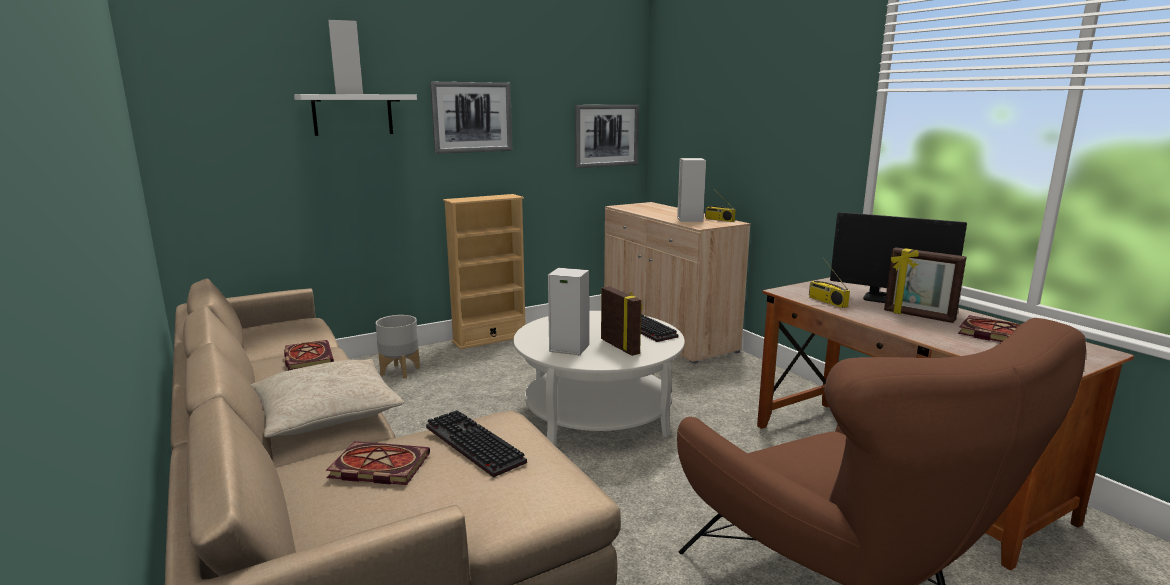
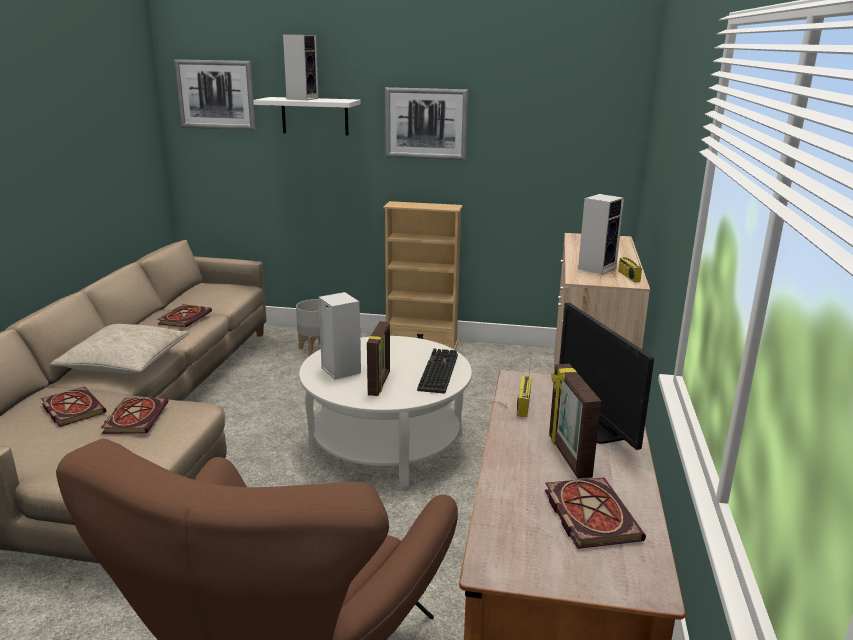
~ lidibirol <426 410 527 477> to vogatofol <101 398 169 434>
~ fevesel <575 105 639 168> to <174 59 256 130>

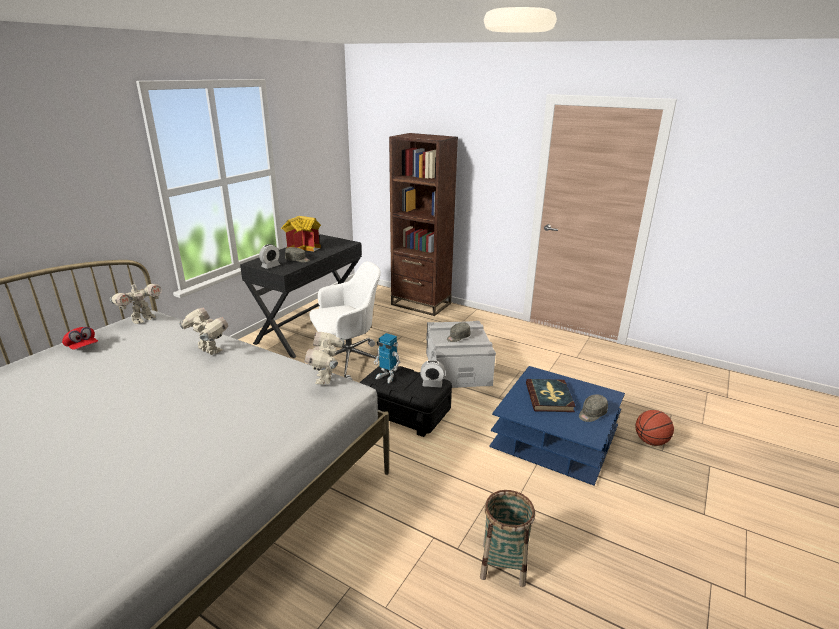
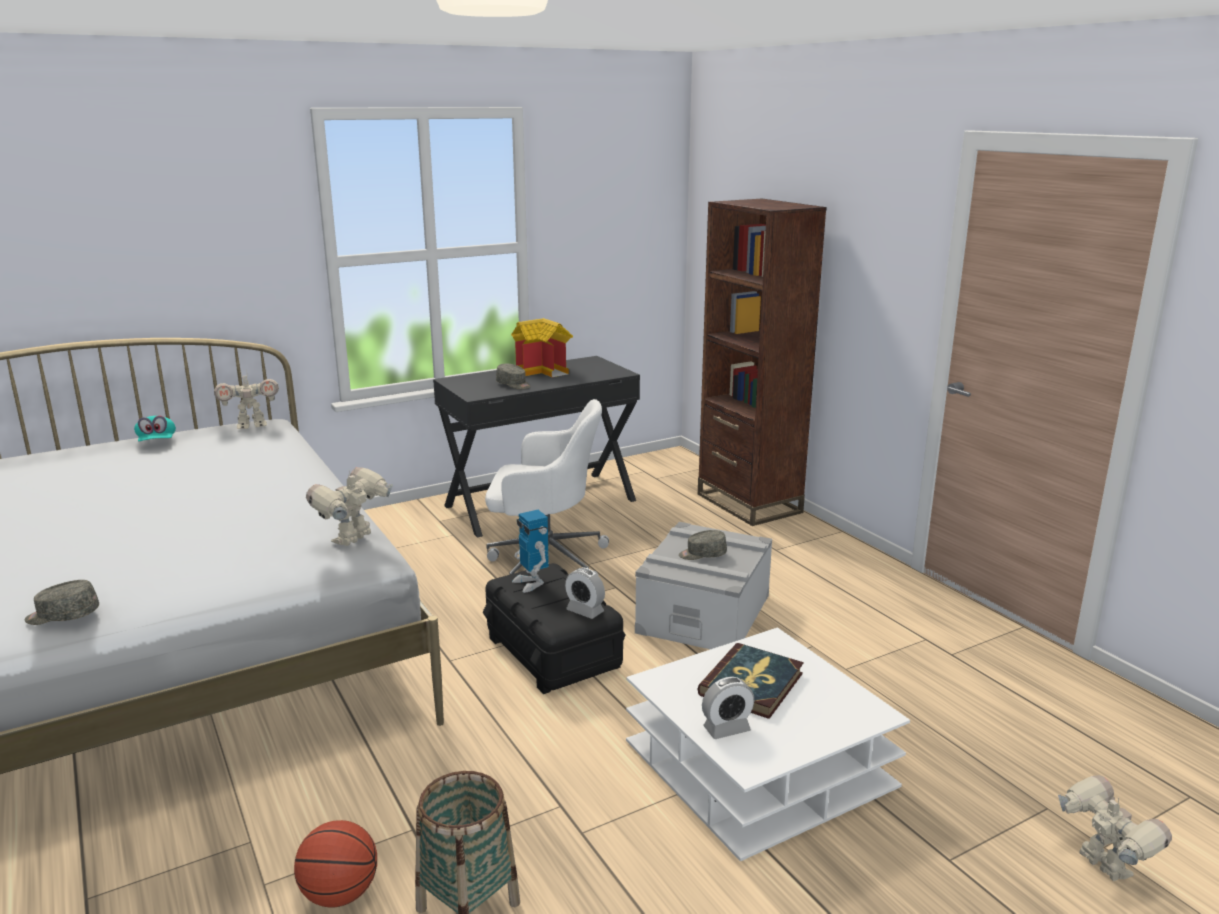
~ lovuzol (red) <62 327 98 350> to lovuzol (turquoise) <134 416 176 441>
~ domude <179 308 228 355> to <1058 775 1172 881>
~ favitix <259 244 280 269> to <702 677 754 739>
~ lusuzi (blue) <489 366 625 486> to lusuzi (white) <626 627 910 862>
~ lovuzol (grey) <579 394 608 422> to <25 580 99 625>
~ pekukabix <635 410 674 446> to <294 820 377 908>

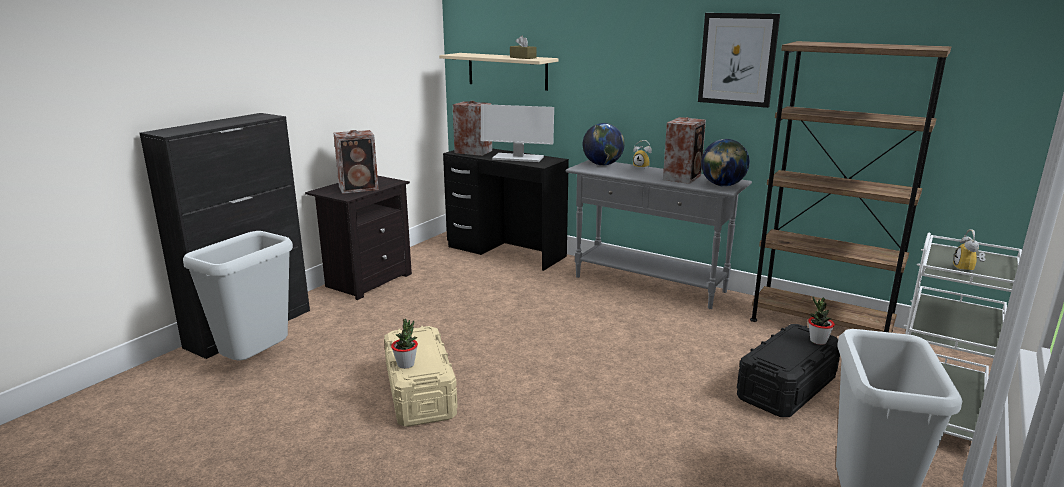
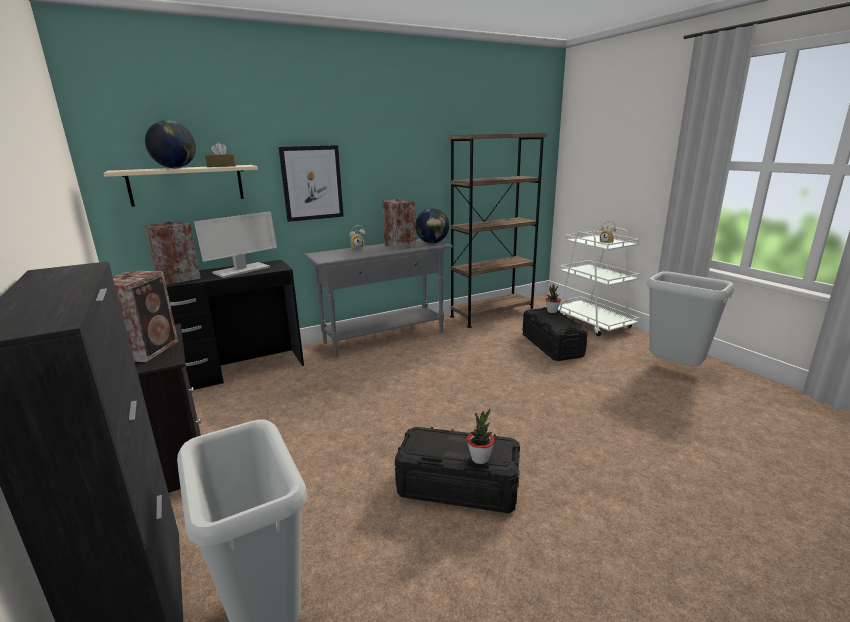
~ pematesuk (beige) <384 326 458 427> to pematesuk (black) <395 427 520 513>
~ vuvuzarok <583 123 625 166> to <145 120 196 168>
~ fevesel <698 13 780 108> to <279 145 344 222>

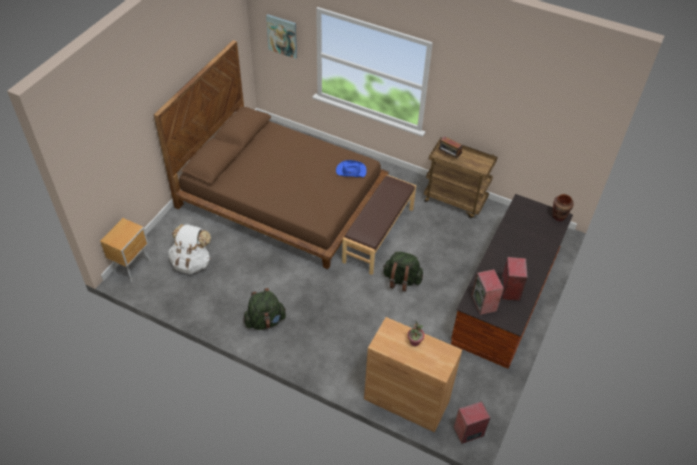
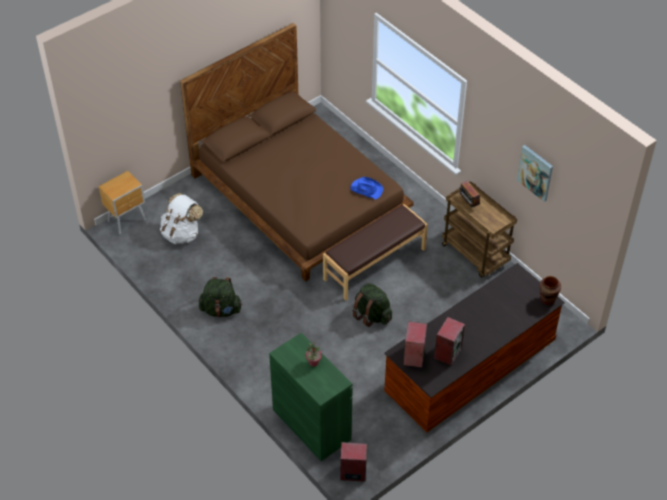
~ fevesel <266 14 297 59> to <517 145 553 202>
~ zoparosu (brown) <364 317 462 433> to zoparosu (green) <269 333 353 461>

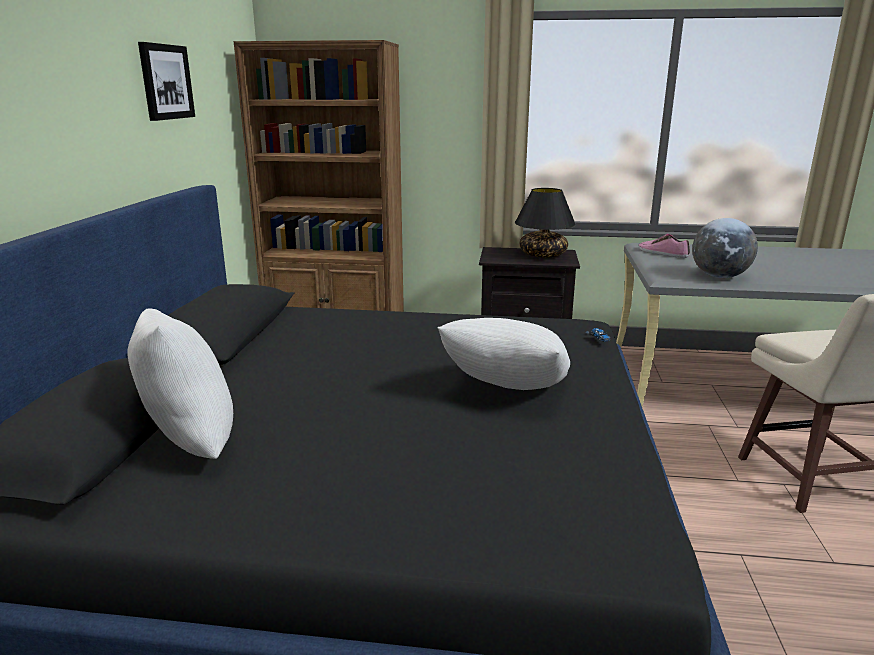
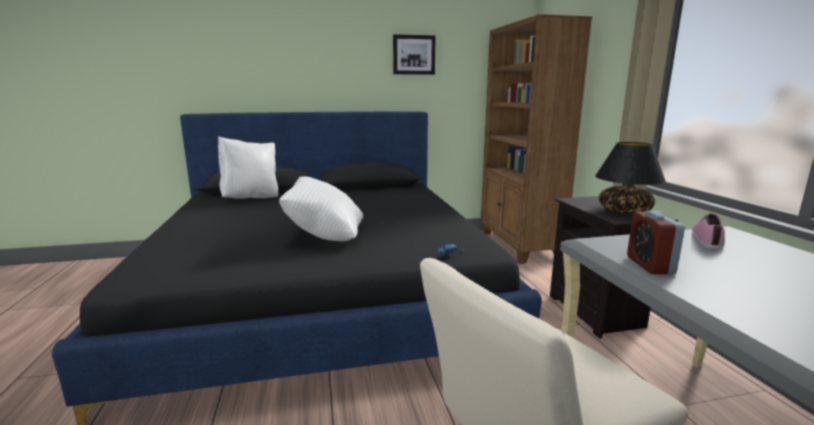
~ vuvuzarok <692 218 758 278> to favitix <627 211 685 274>

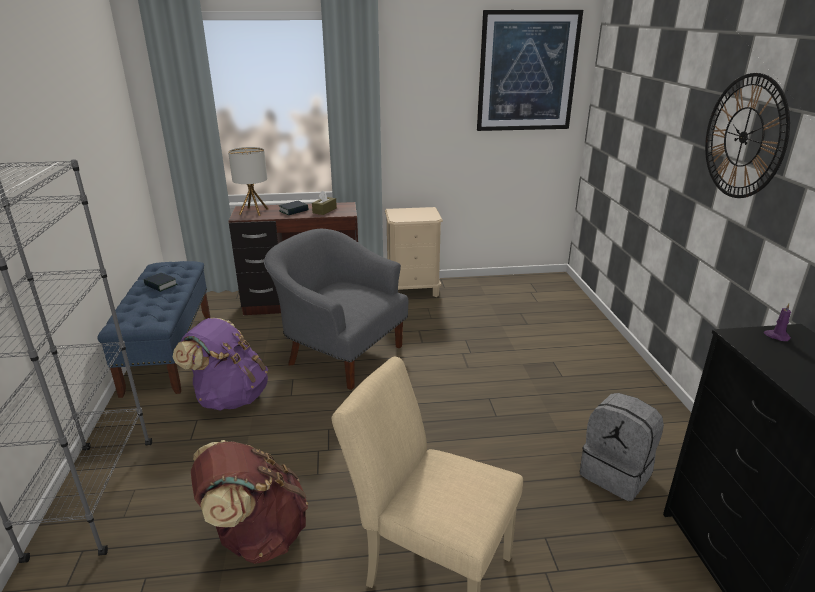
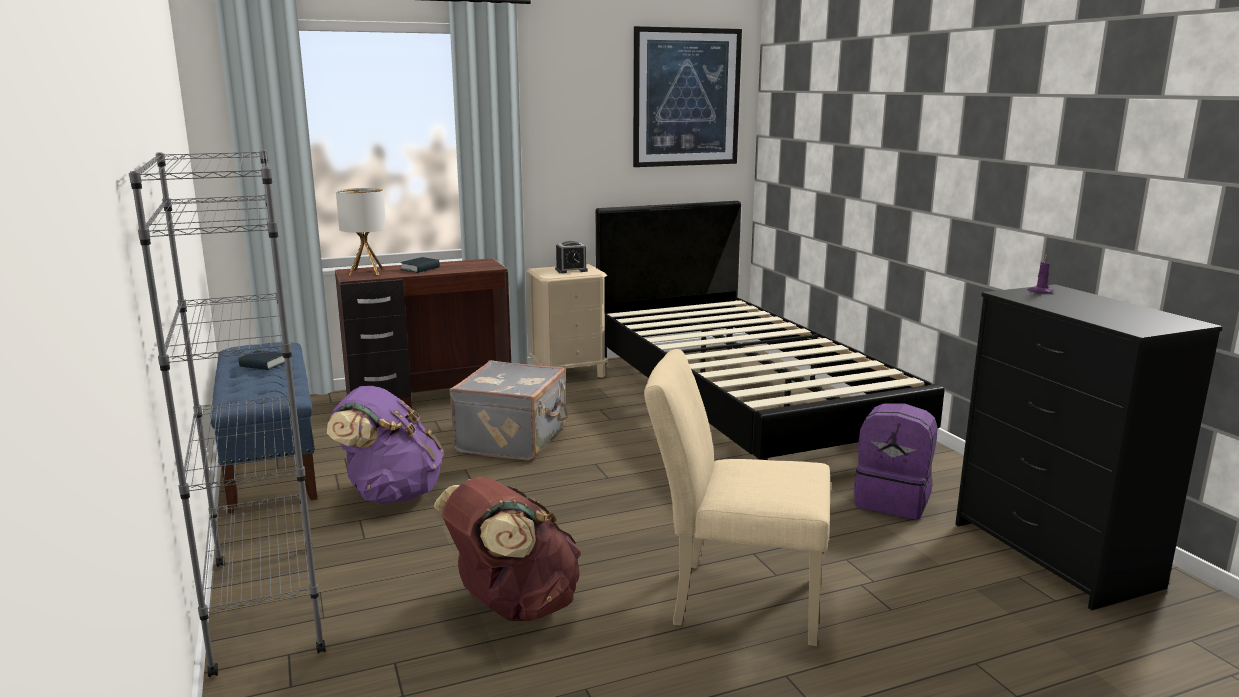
~ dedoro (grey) <264 229 408 390> to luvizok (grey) <449 360 567 461>
- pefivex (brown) <312 190 337 215>
~ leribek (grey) <580 393 664 501> to leribek (purple) <854 403 938 519>
- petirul <705 73 790 198>
+ favitix <555 241 588 273>
+ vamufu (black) <596 201 945 460>

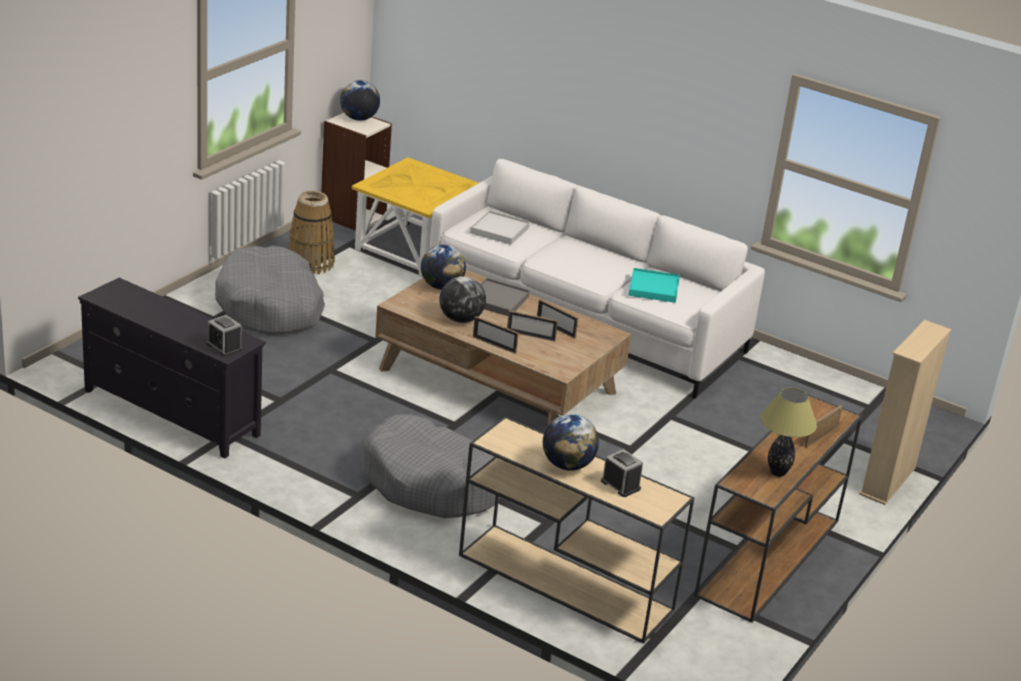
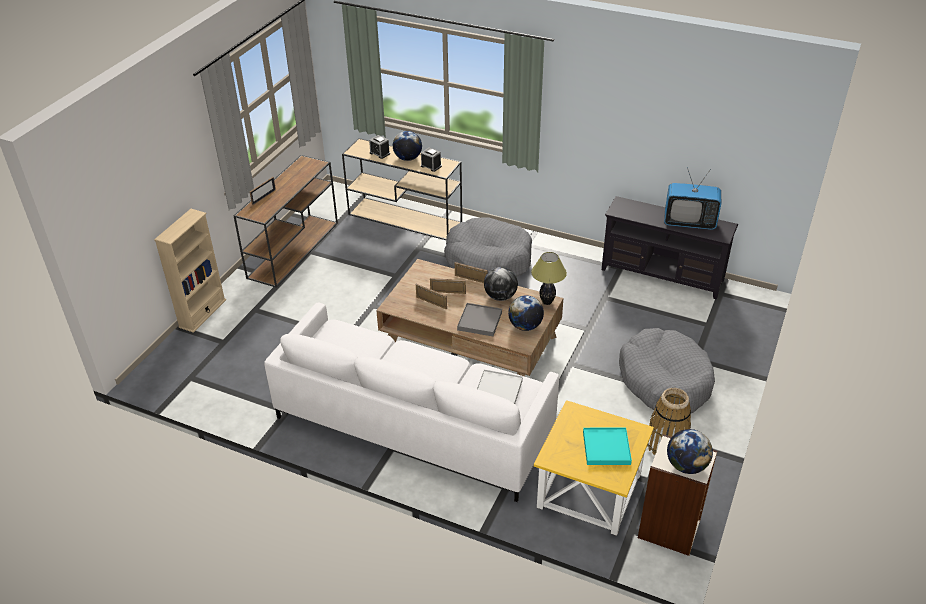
~ favitix <207 315 242 357> to <421 148 442 172>
~ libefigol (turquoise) <628 268 680 303> to <583 427 632 465>
~ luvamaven <760 388 817 477> to <531 252 567 305>
+ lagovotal <664 167 721 230>

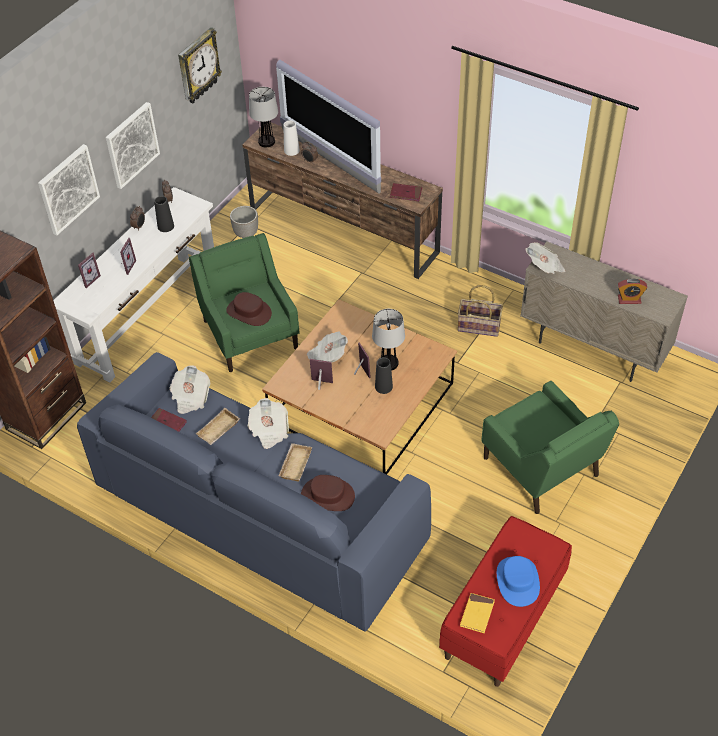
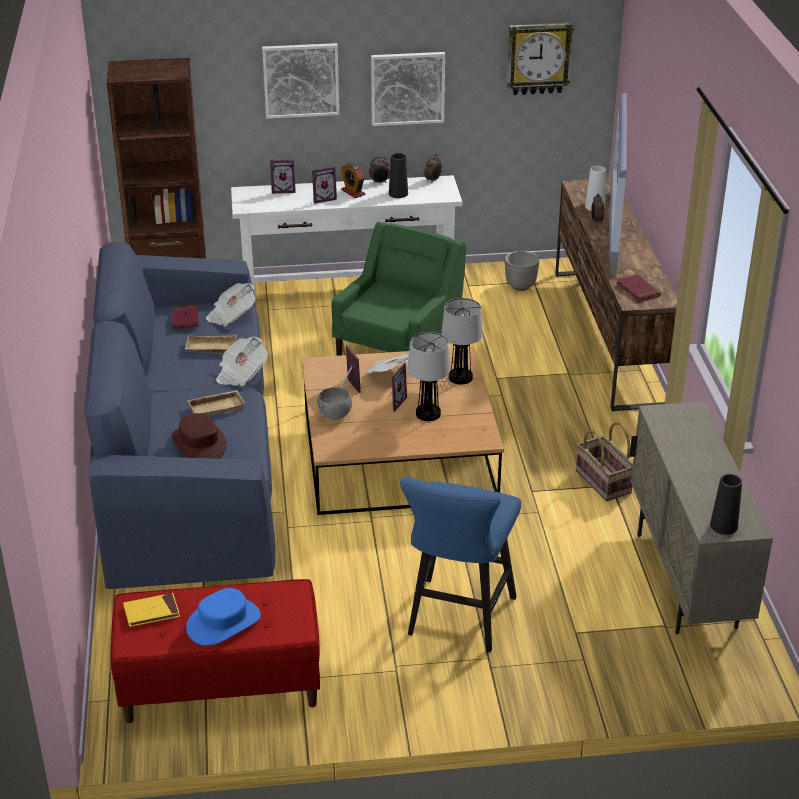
- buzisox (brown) <226 292 272 326>
~ luvamaven <249 87 278 147> to <441 298 483 385>
~ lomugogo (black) <375 357 393 394> to <710 474 742 535>
~ dedoro (green) <481 381 619 514> to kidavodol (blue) <400 476 521 652>
- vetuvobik <525 242 565 274>
~ favitix <618 279 647 304> to <341 163 365 198>
+ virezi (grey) <317 387 352 420>

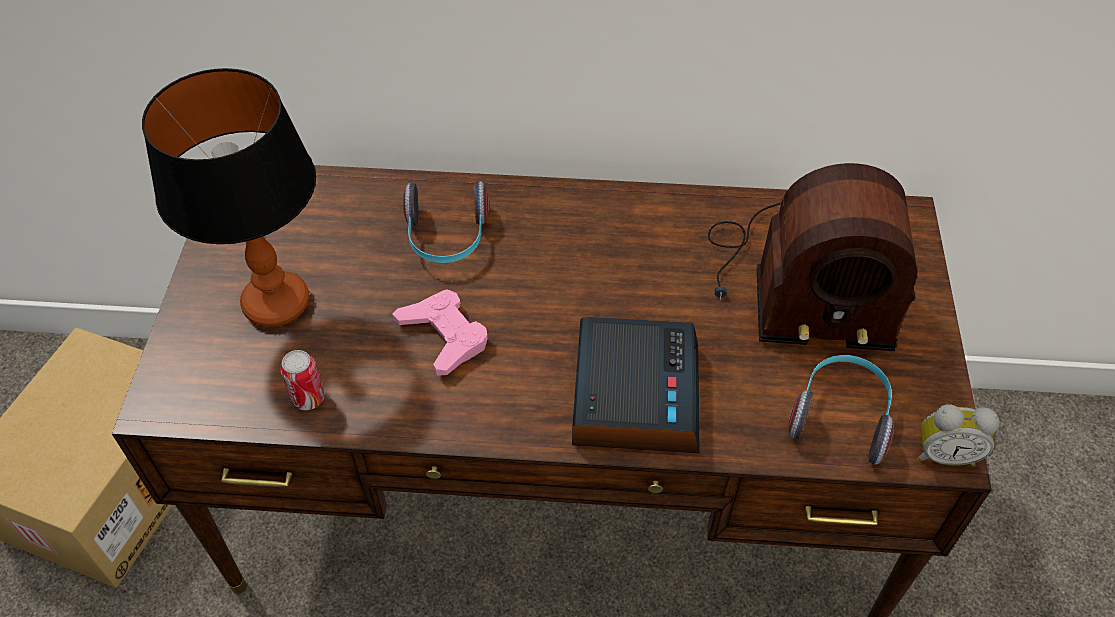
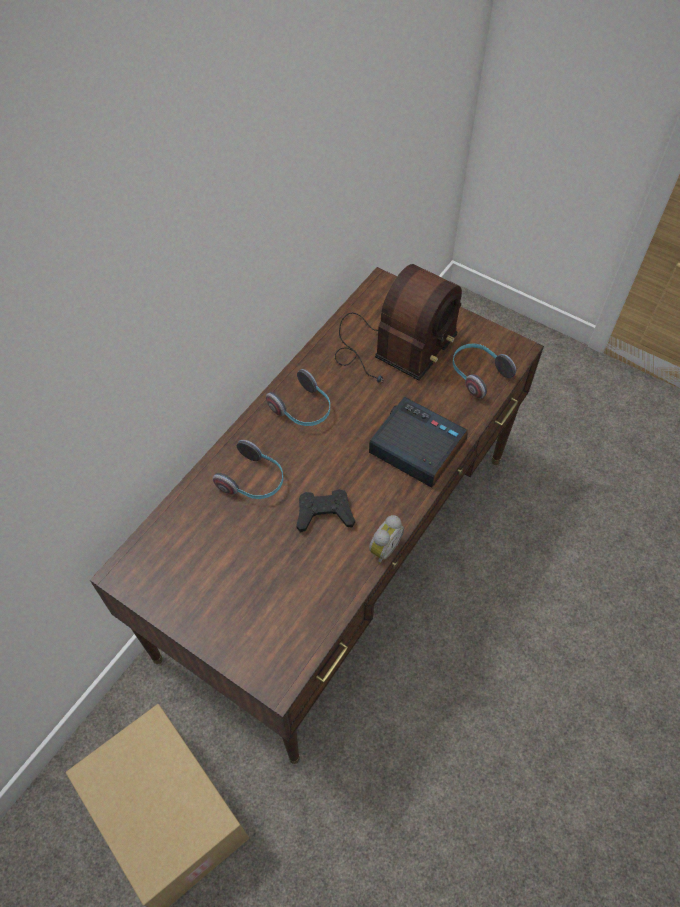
- luvamaven <142 68 316 327>
- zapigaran <280 350 325 410>
~ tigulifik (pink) <392 289 488 376> to tigulifik (black) <296 489 355 532>
~ favitix <917 404 999 467> to <369 515 404 564>
+ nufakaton <266 369 330 426>

